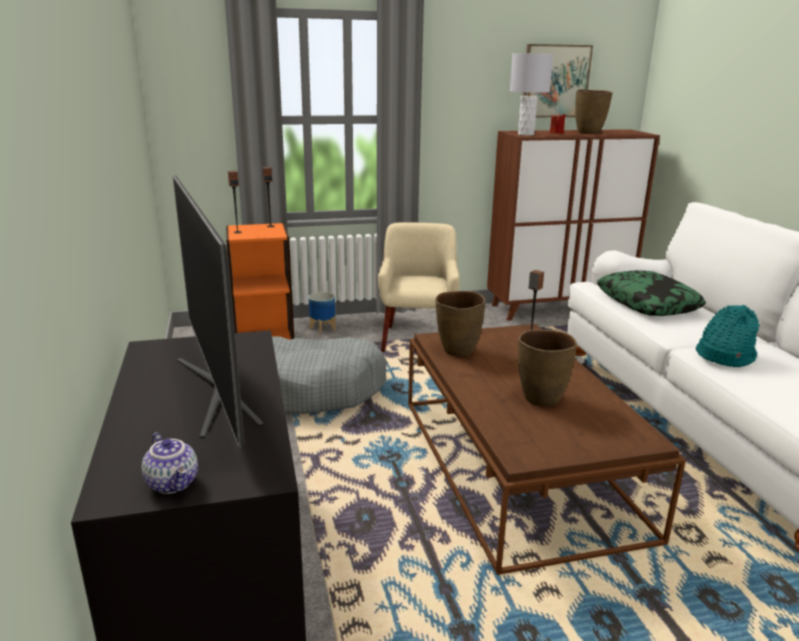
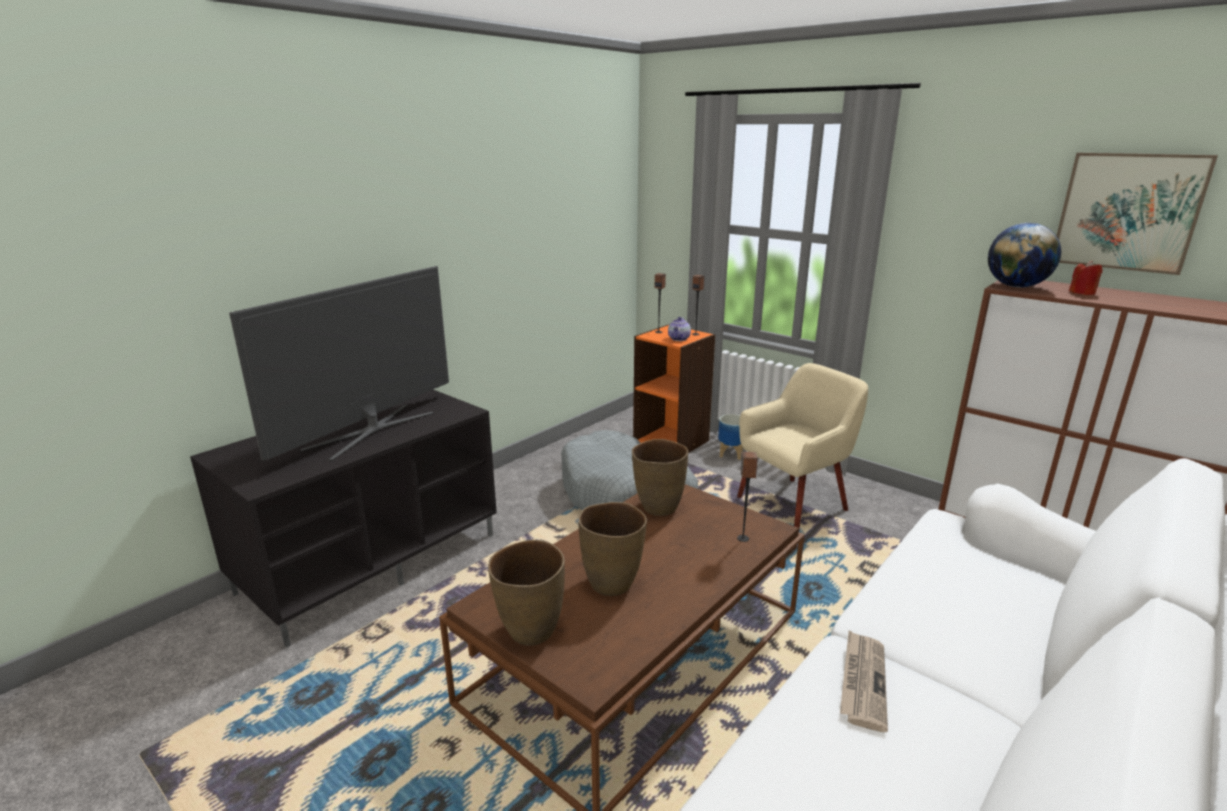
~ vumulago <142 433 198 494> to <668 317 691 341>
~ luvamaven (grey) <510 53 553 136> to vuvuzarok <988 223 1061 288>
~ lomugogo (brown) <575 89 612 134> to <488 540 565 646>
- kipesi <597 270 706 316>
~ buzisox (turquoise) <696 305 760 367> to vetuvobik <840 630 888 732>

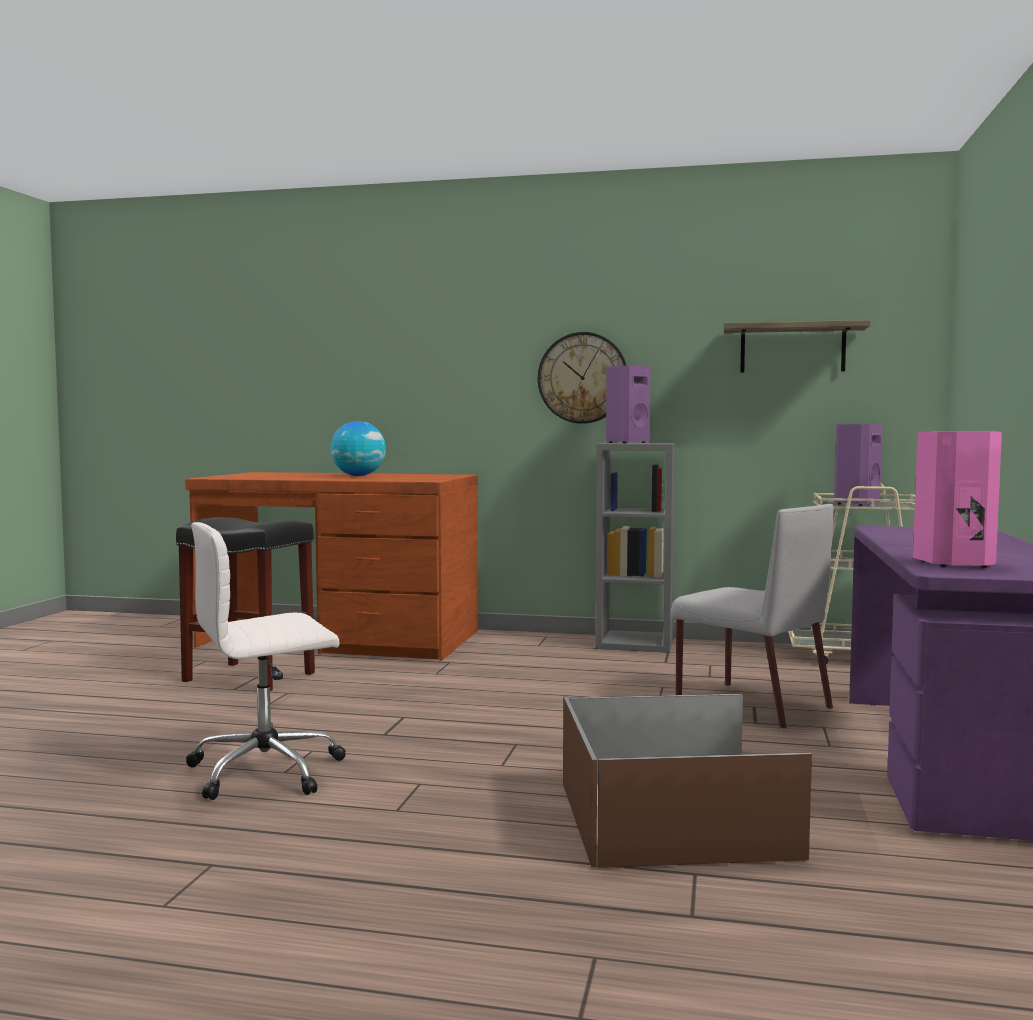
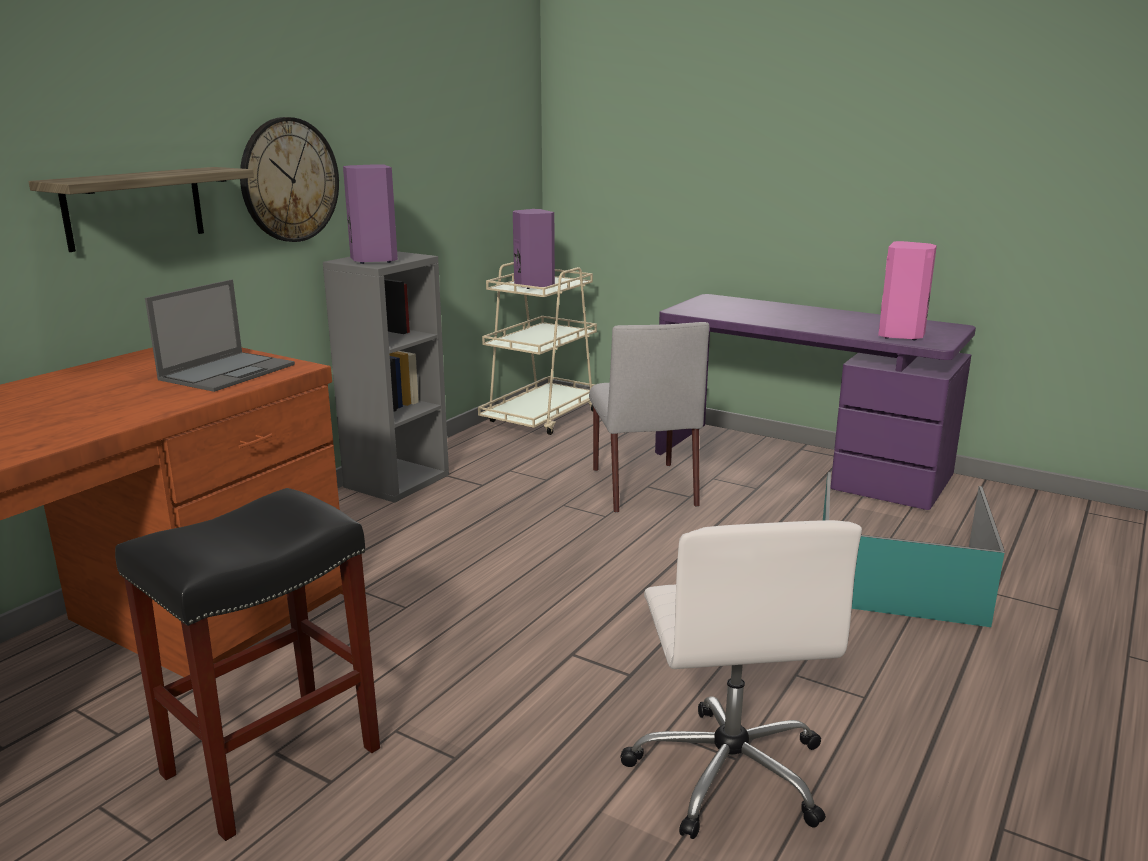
- vuvuzarok <330 421 386 476>
~ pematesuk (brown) <563 694 812 868> to pematesuk (turquoise) <823 472 1005 627>
~ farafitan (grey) <671 504 834 729> = <589 322 709 513> 105 degrees clockwise
~ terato <724 320 871 373> to <28 167 254 252>
+ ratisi <145 279 295 392>

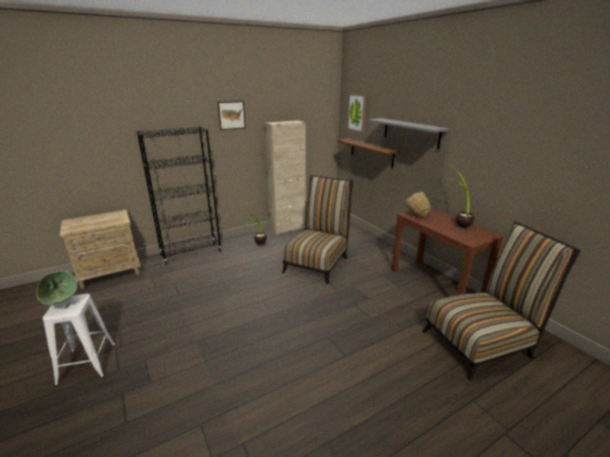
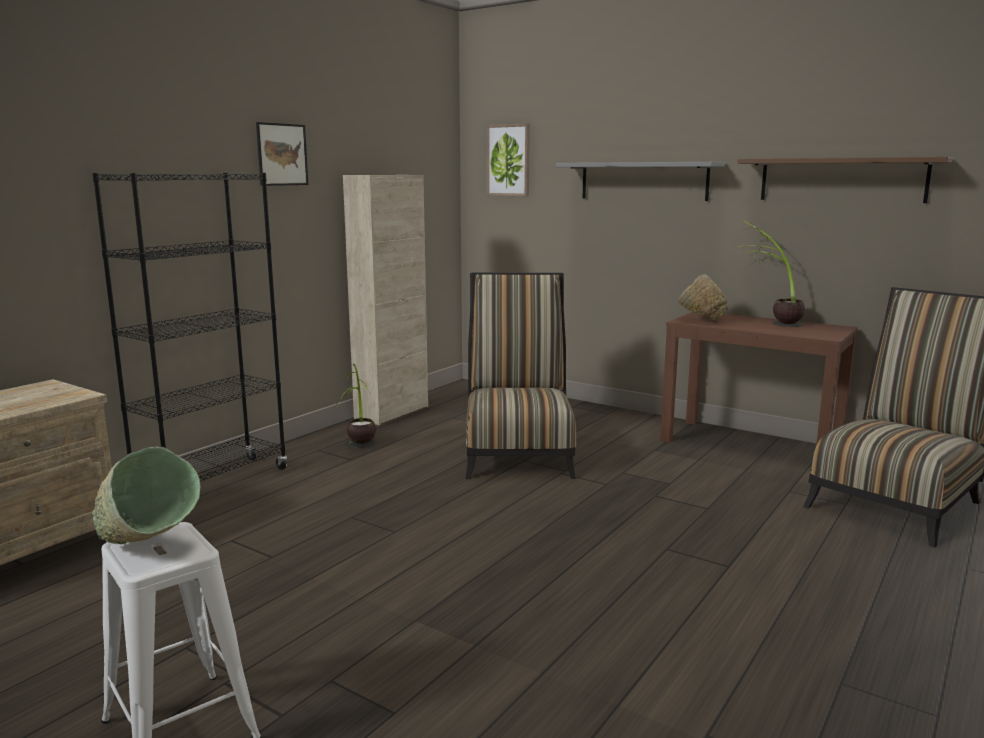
~ terato (brown) <337 139 400 168> to <737 157 952 203>

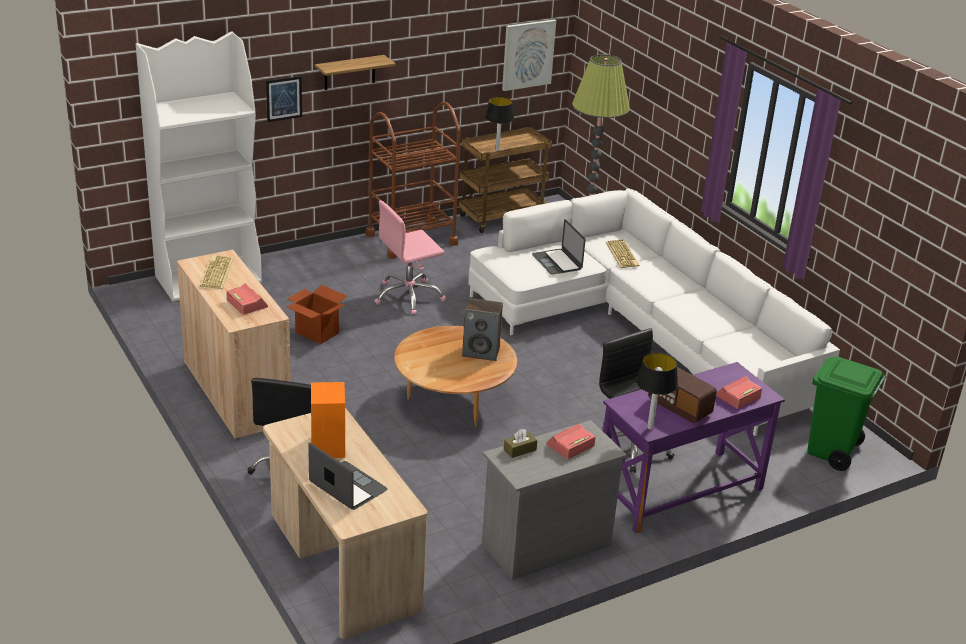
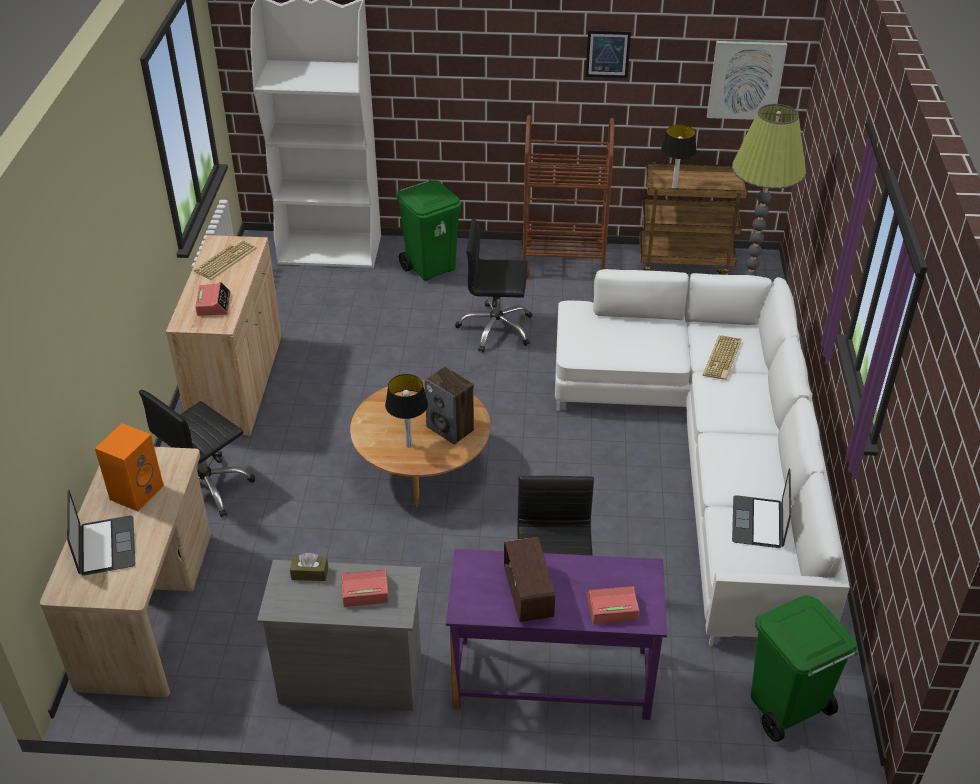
~ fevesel <266 76 302 122> to <586 30 631 78>
- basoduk <286 285 347 344>
- terato <315 55 396 90>
~ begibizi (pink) <375 200 446 315> to begibizi (black) <455 218 533 352>
~ ratisi <532 219 585 275> to <732 469 791 548>
~ luvamaven <636 353 678 430> to <385 374 428 448>
+ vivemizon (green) <397 179 461 281>

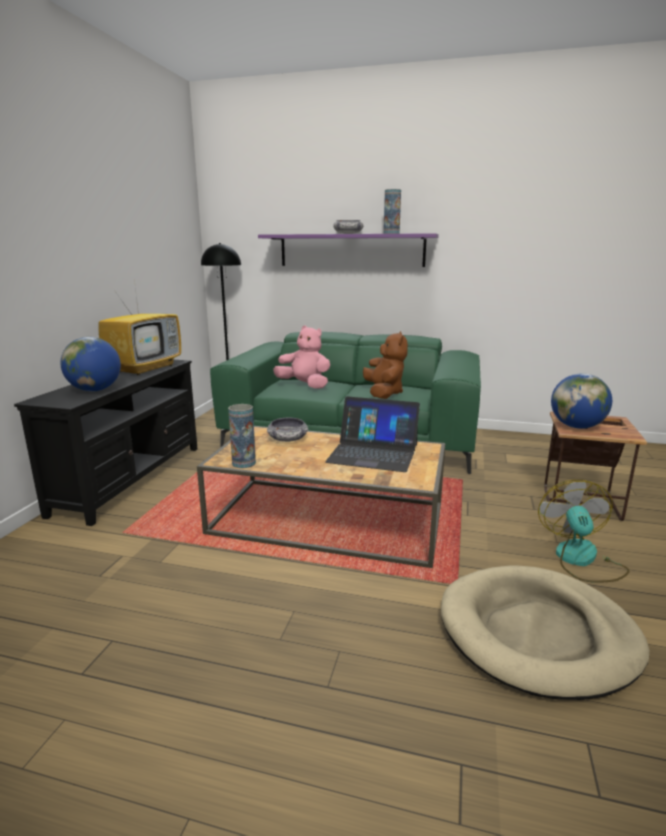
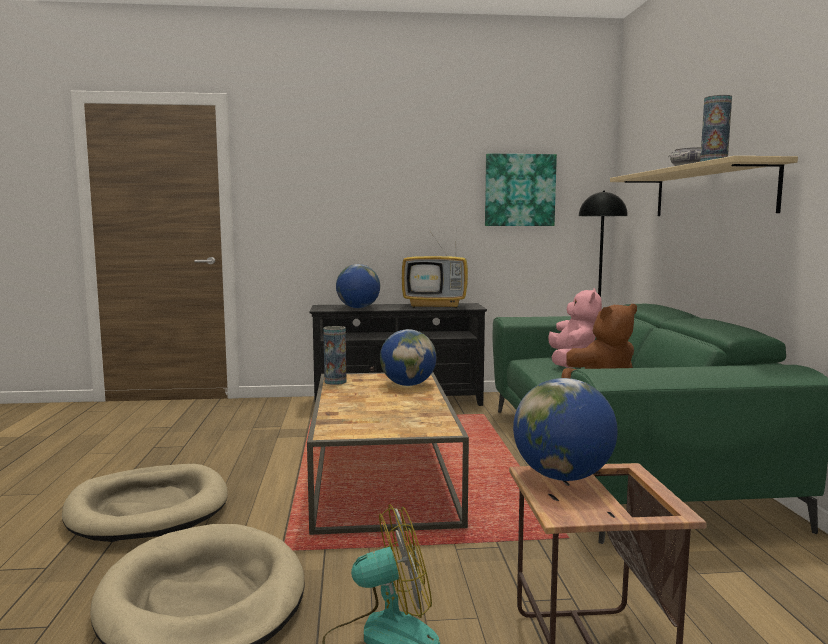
~ terato (purple) <258 233 439 267> to terato (beige) <610 156 798 216>
~ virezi <267 418 308 442> to vuvuzarok <380 329 436 386>
- ratisi <325 396 420 472>
+ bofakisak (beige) <62 464 228 542>
+ fevesel <485 154 557 226>

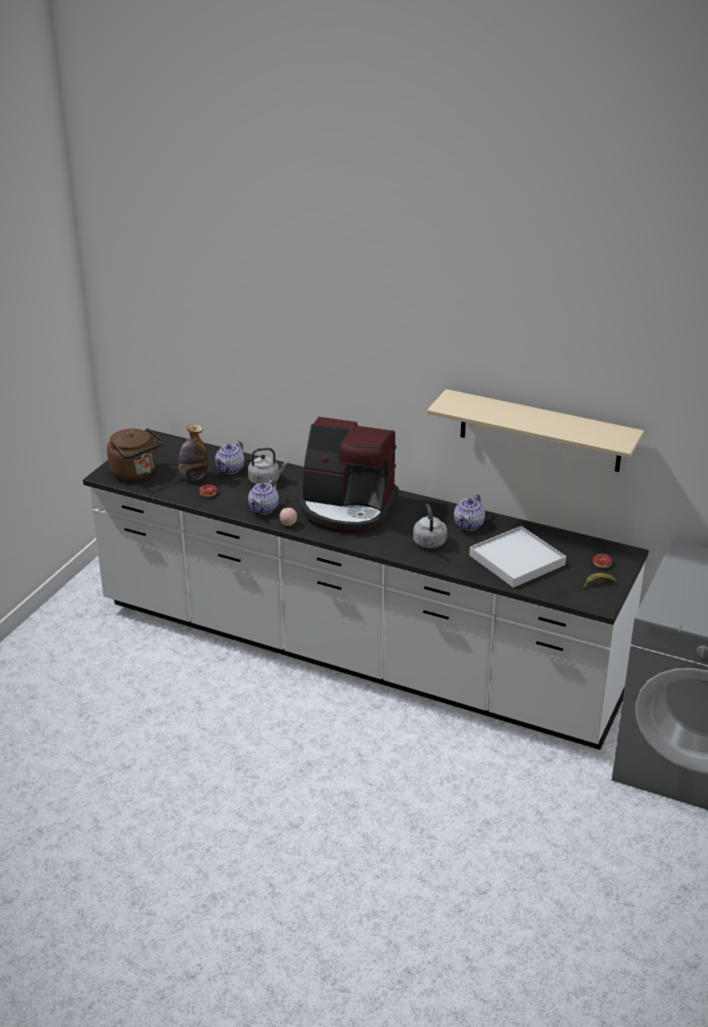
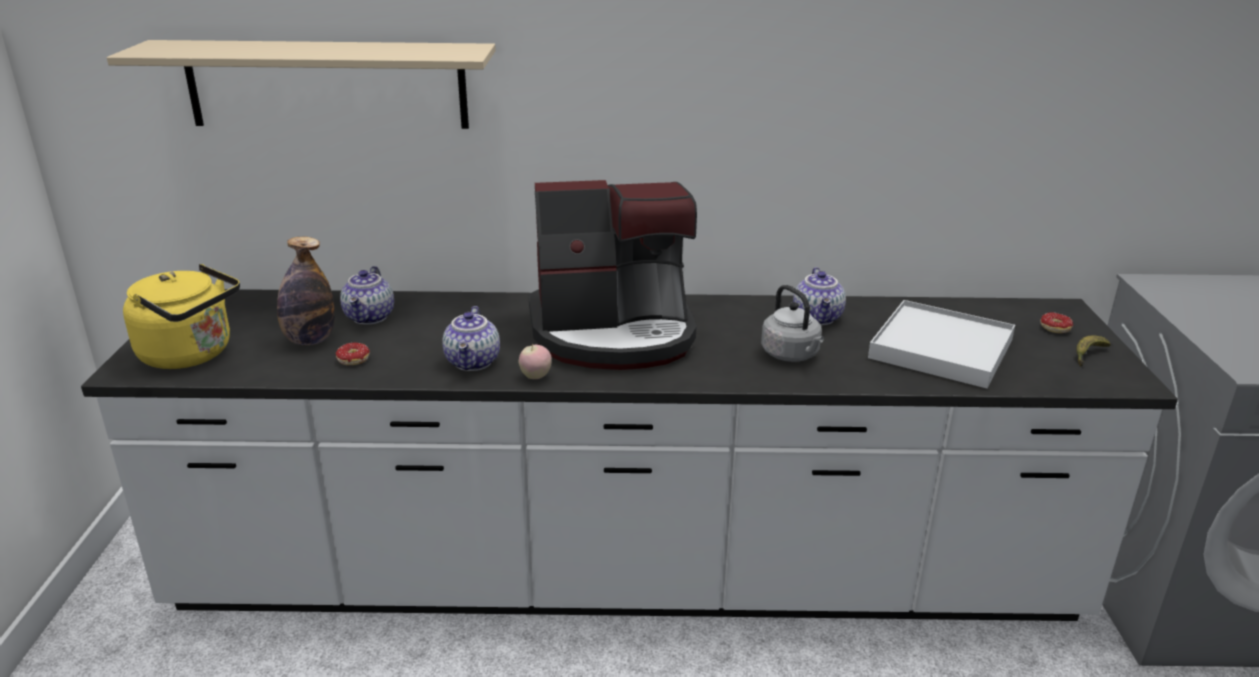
~ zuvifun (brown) <107 428 163 481> to zuvifun (yellow) <123 264 240 369>
- zuvifun (grey) <248 448 288 485>
~ terato (beige) <427 389 644 472> to <107 40 496 129>

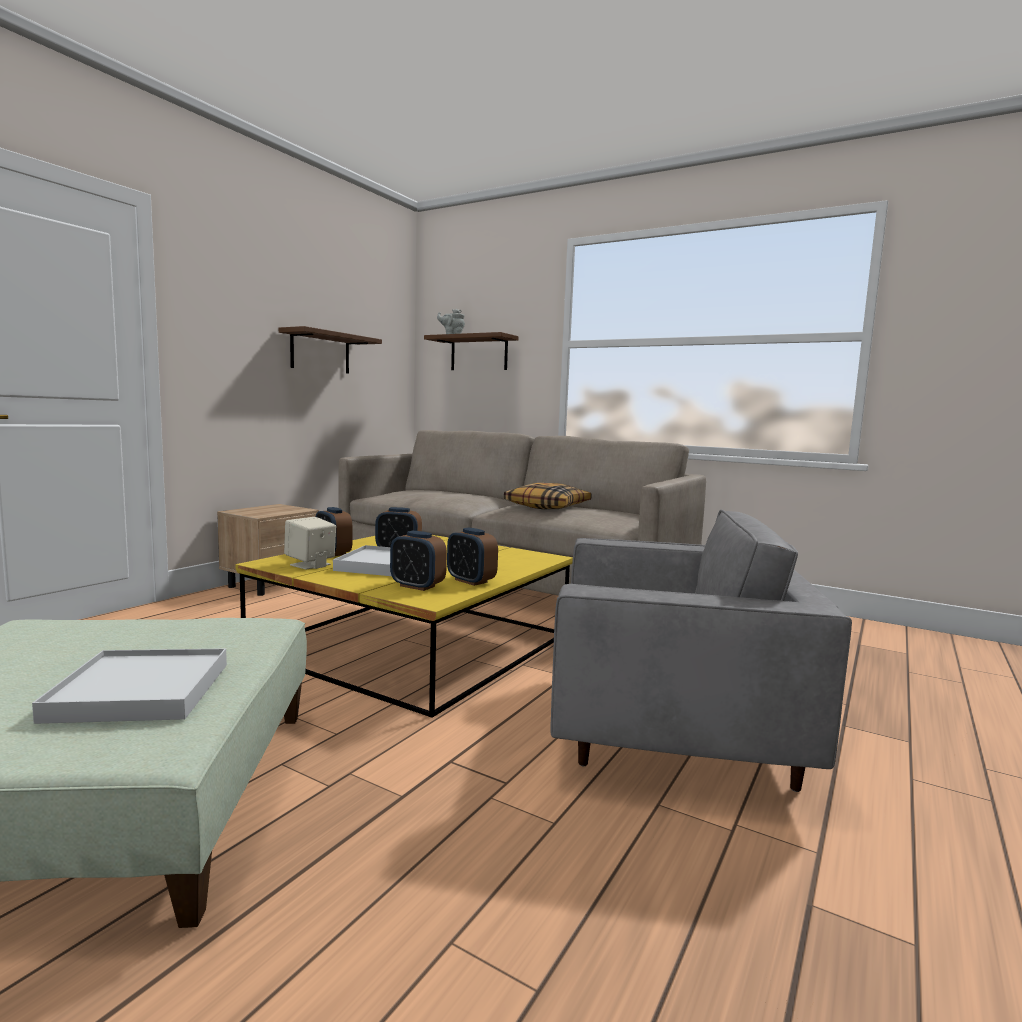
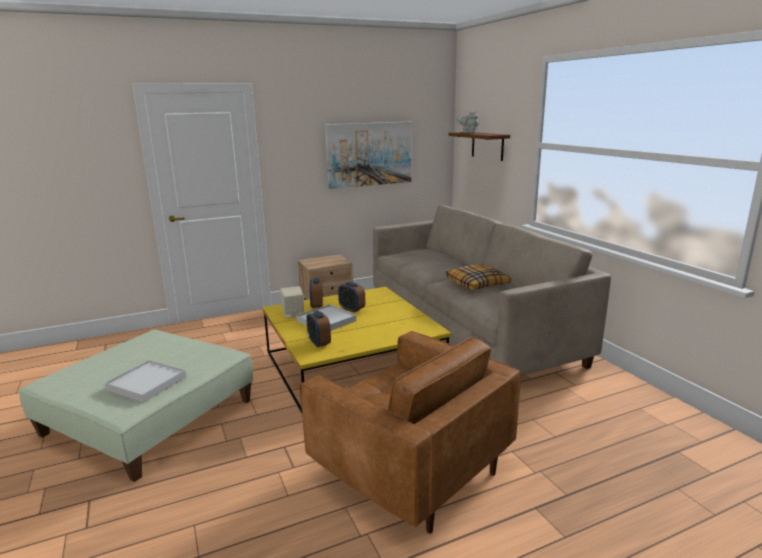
~ terato (brown) <279 326 382 374> to fevesel <325 122 412 189>
- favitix <447 528 498 586>
~ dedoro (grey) <550 509 852 792> to dedoro (brown) <300 331 521 534>

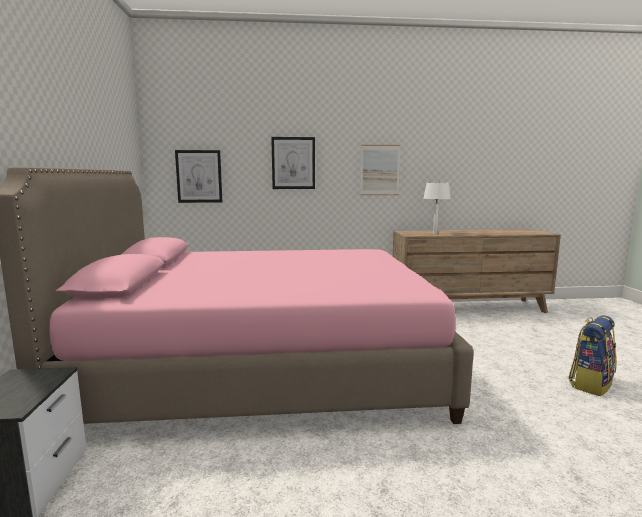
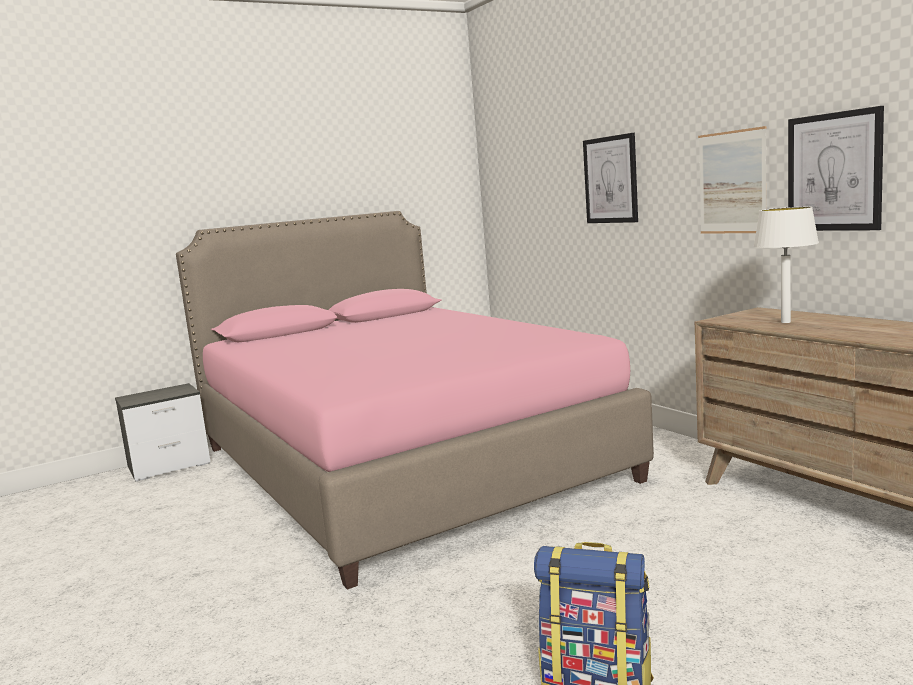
~ fevesel <175 150 222 203> to <788 106 884 231>

